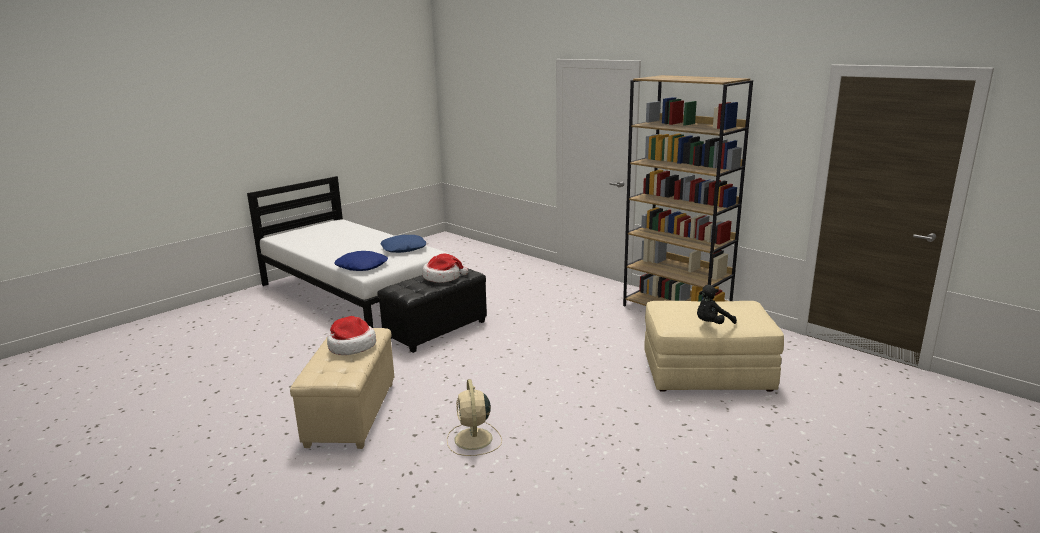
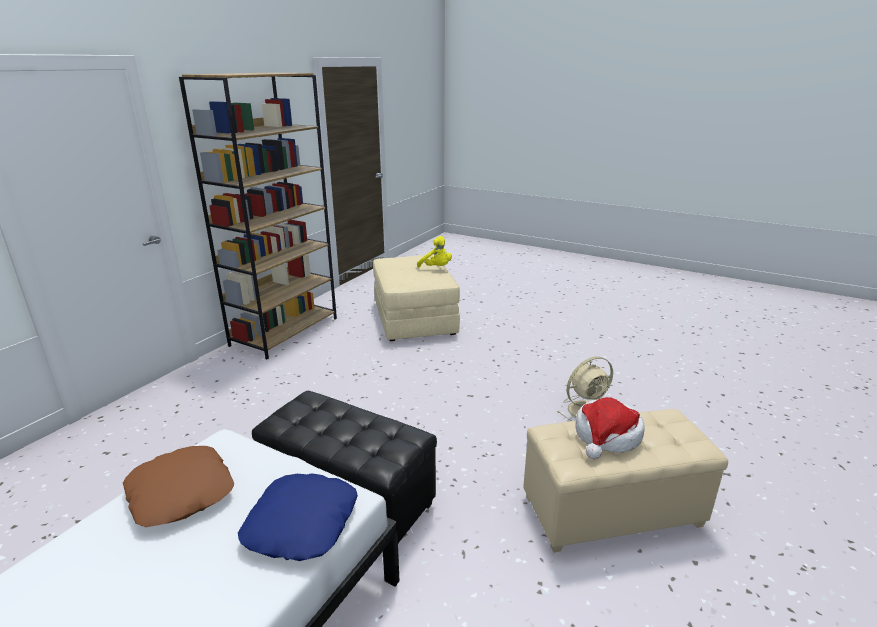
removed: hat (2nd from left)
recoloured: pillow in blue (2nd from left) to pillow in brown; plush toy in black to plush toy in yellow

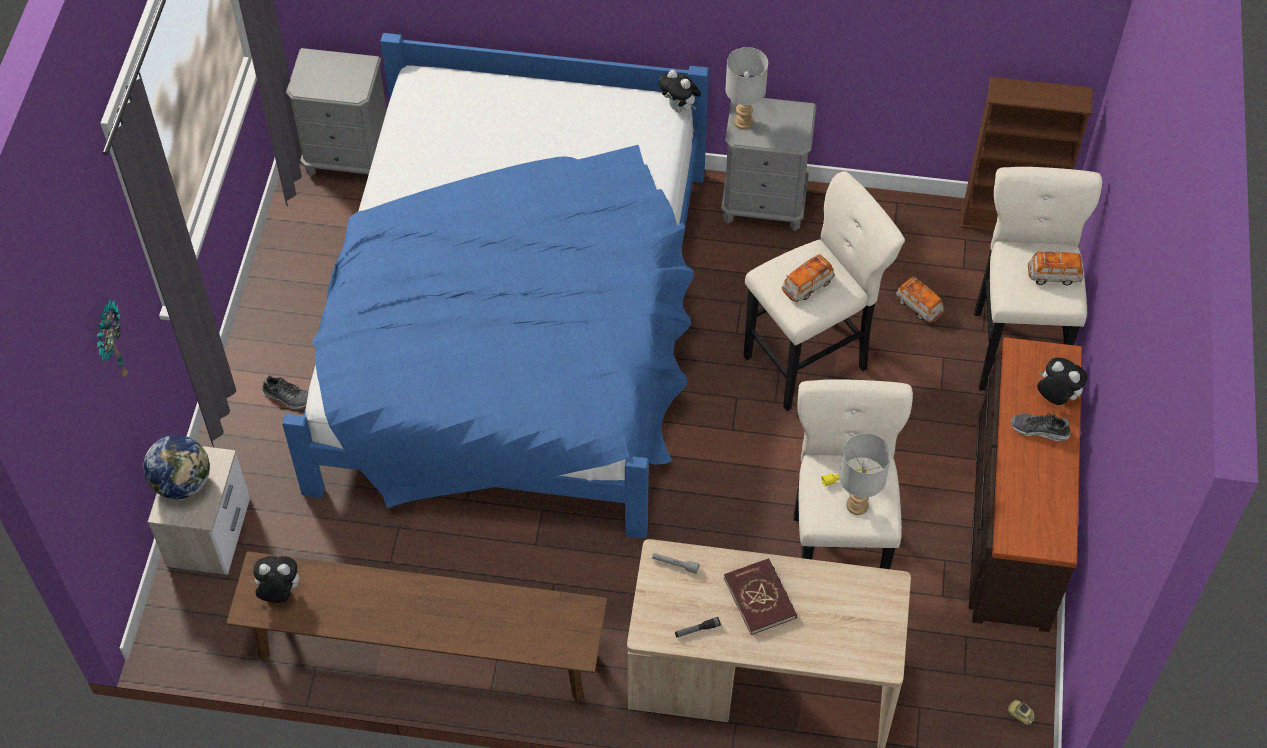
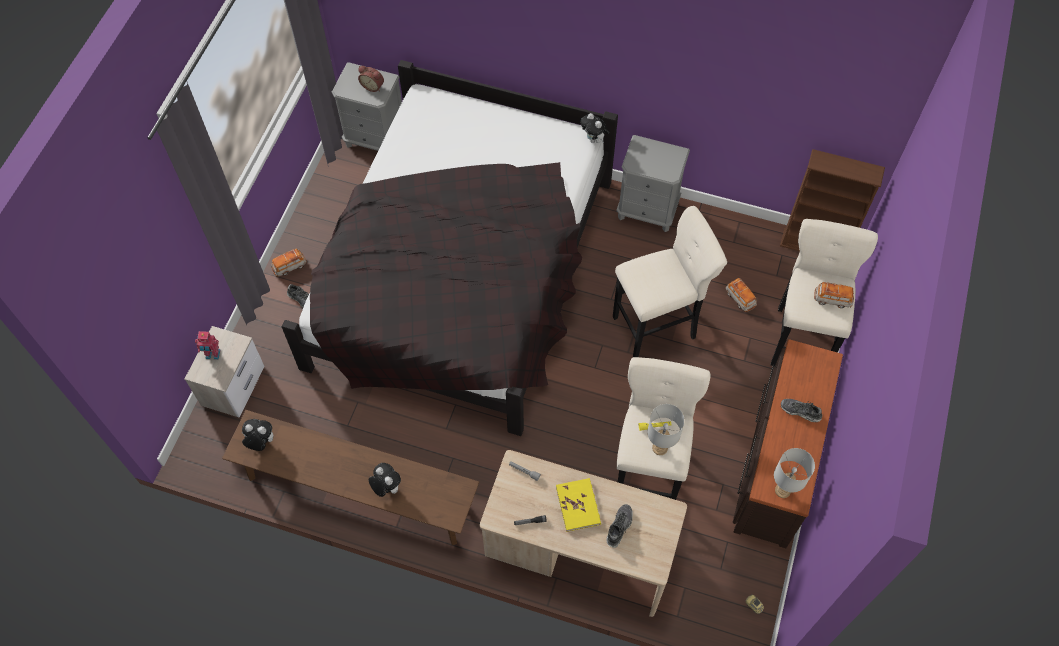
removed: wall clock
added: alarm clock; shoe (2nd from left)
moved: toy car (1st from left); plush toy (3rd from left in the first image) to plush toy (2nd from left); table lamp in grey (1st from left in the first image) to table lamp in grey (2nd from left)
replaced: globe to toy robot
recoloured: bed in blue to bed in black; book in red to book in yellow

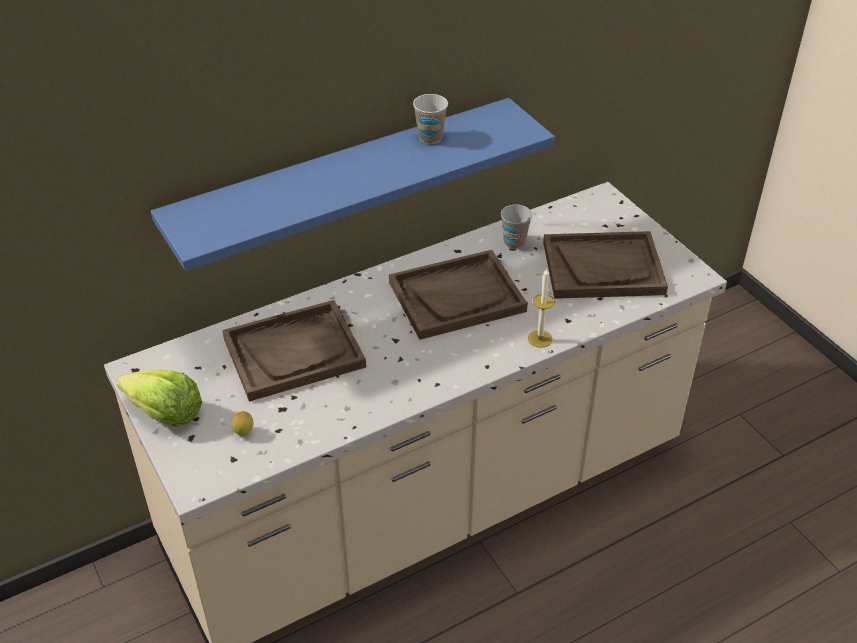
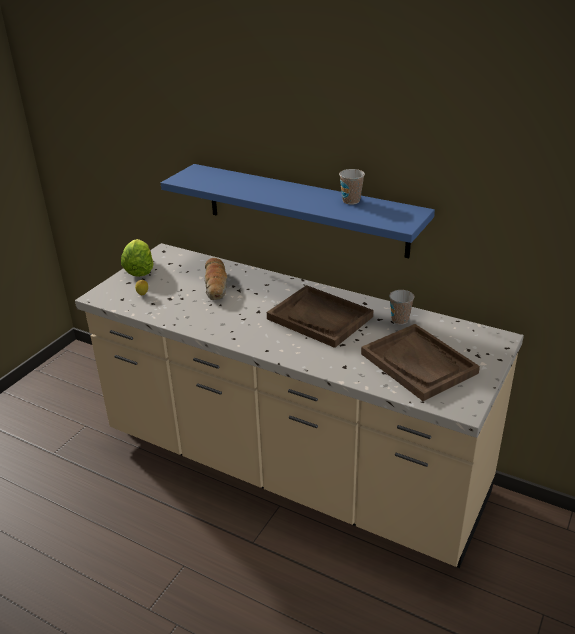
removed: candle
replaced: tray in brown (1st from left) to bread

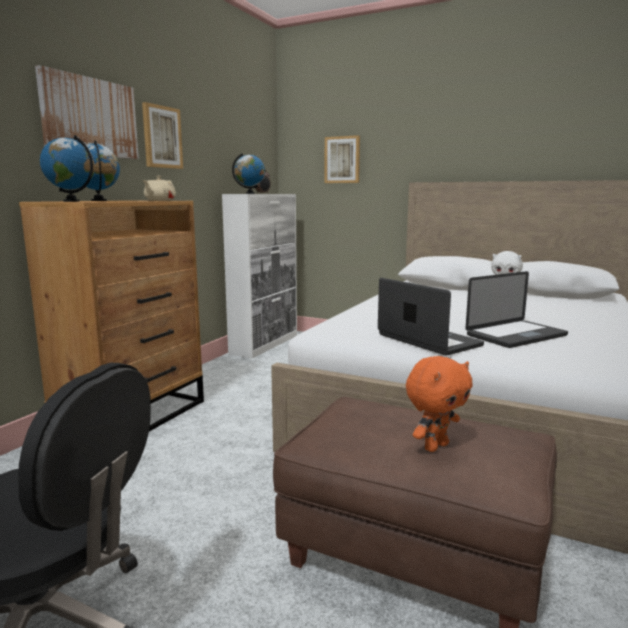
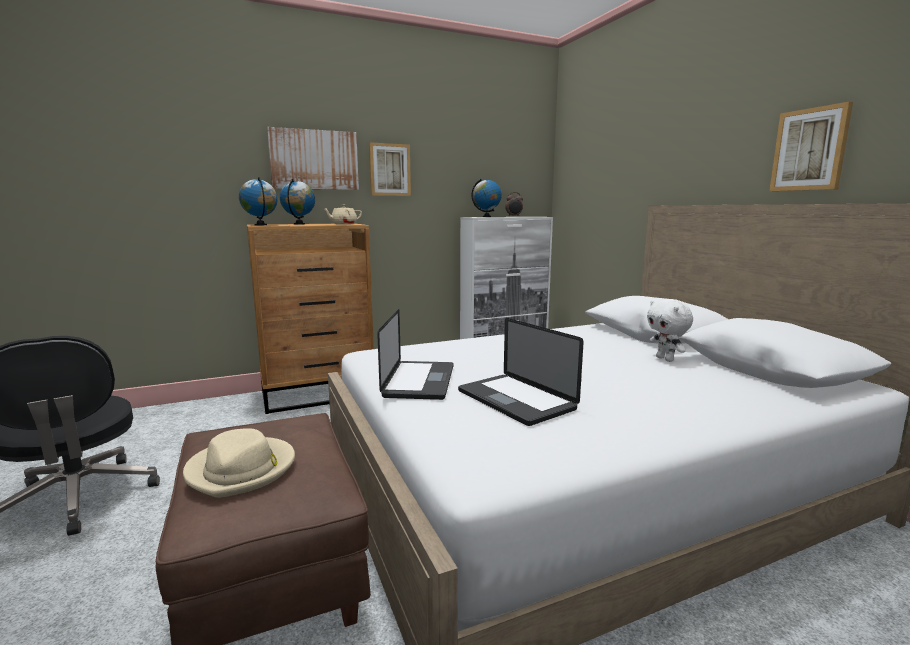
moved: picture (3rd from left)
replaced: plush toy in orange to hat in beige
turned: laptop (2nd from left) 45 degrees clockwise

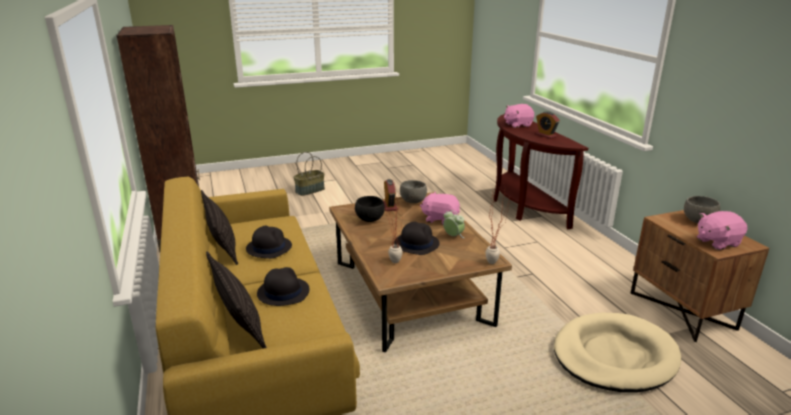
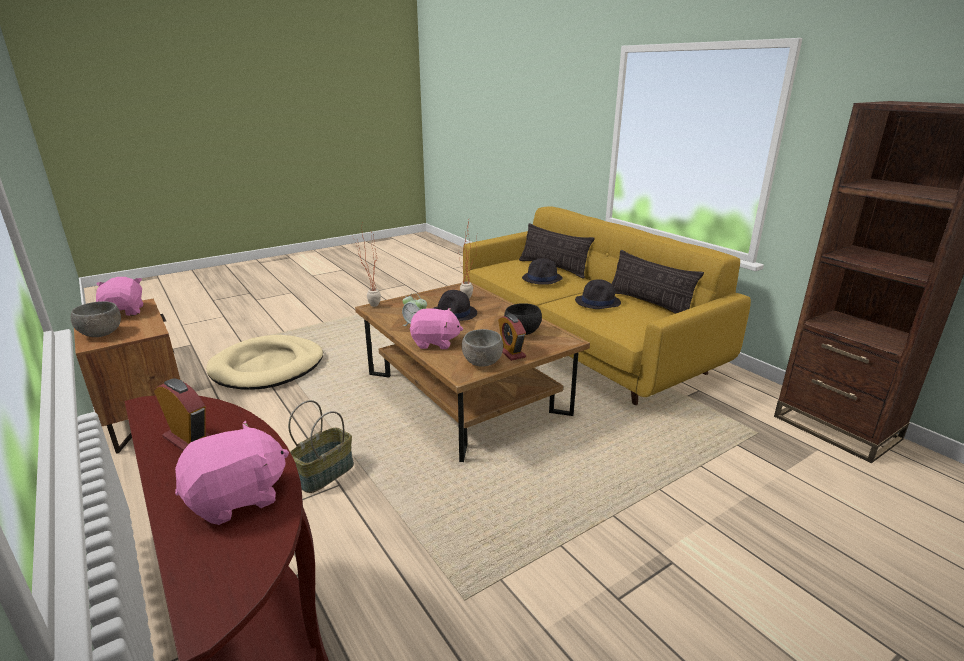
moved: basket
turned: plush toy in pink (3rd from left in the first image) 75 degrees counterclockwise

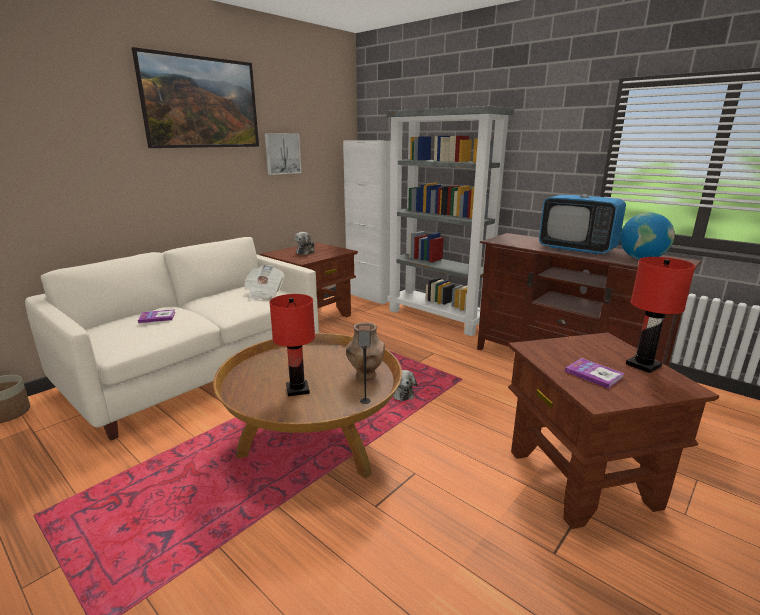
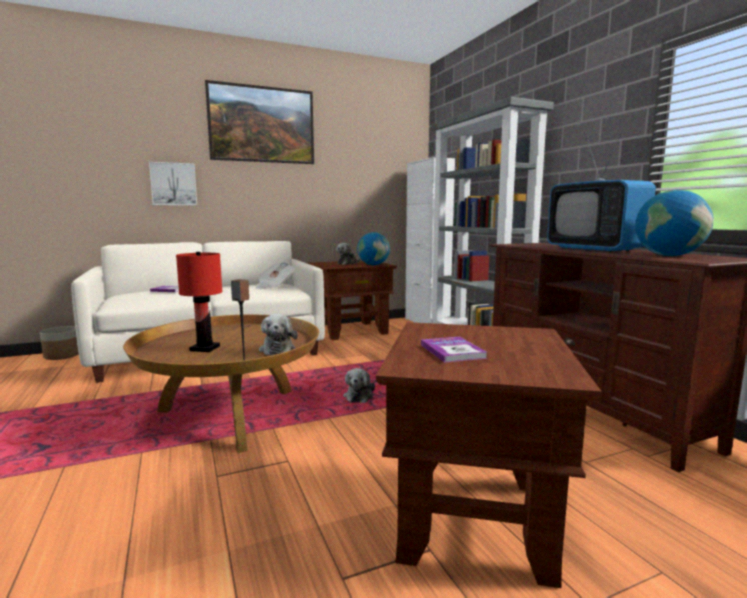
removed: table lamp in red (2nd from left)
added: globe (1st from left)
moved: picture (2nd from left in the first image) to picture (1st from left)
replaced: vase in brown to plush toy (1st from left)

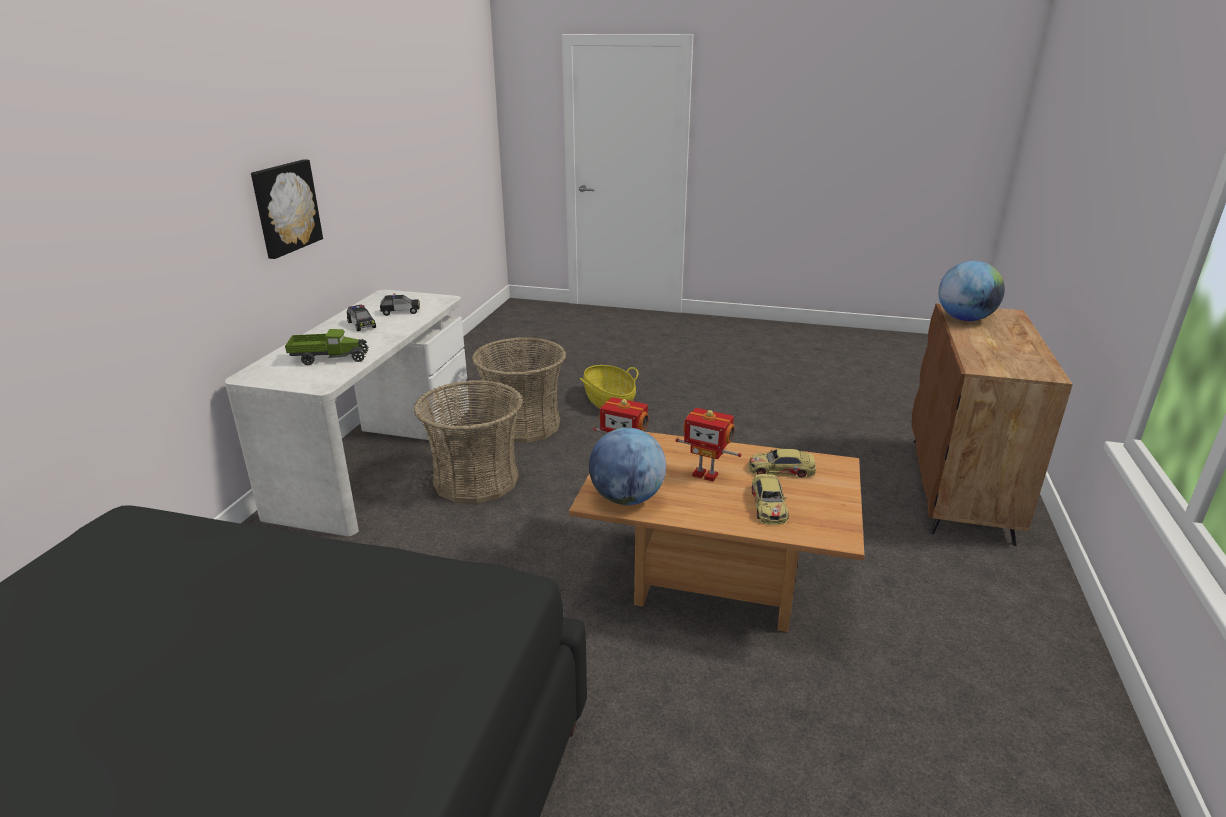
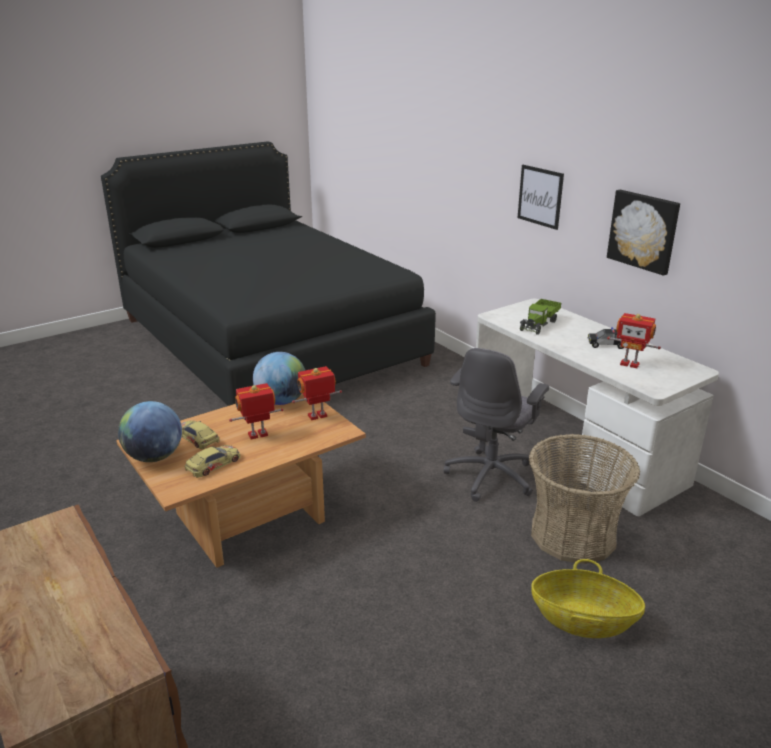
added: picture (1st from left)
moved: globe (2nd from left in the first image) to globe (1st from left)
replaced: basket (1st from left) to office chair in grey; toy car (2nd from left) to toy robot (3rd from left)

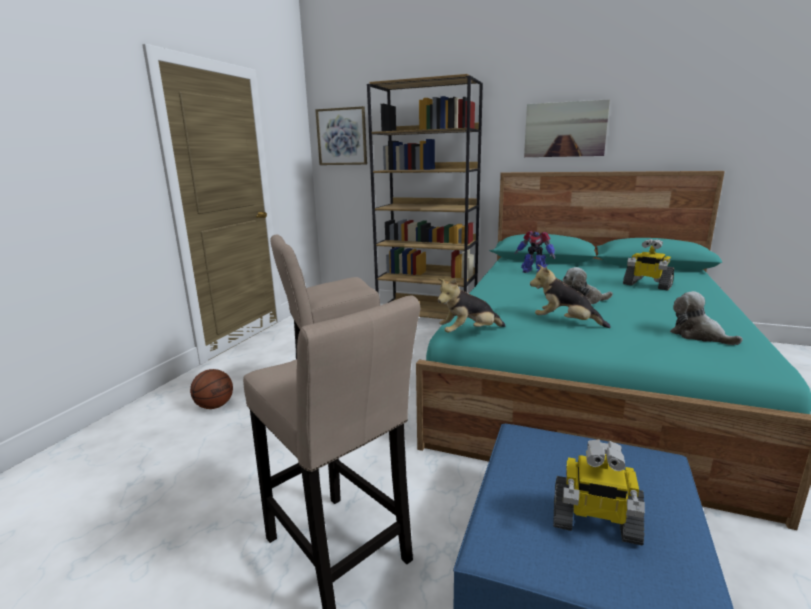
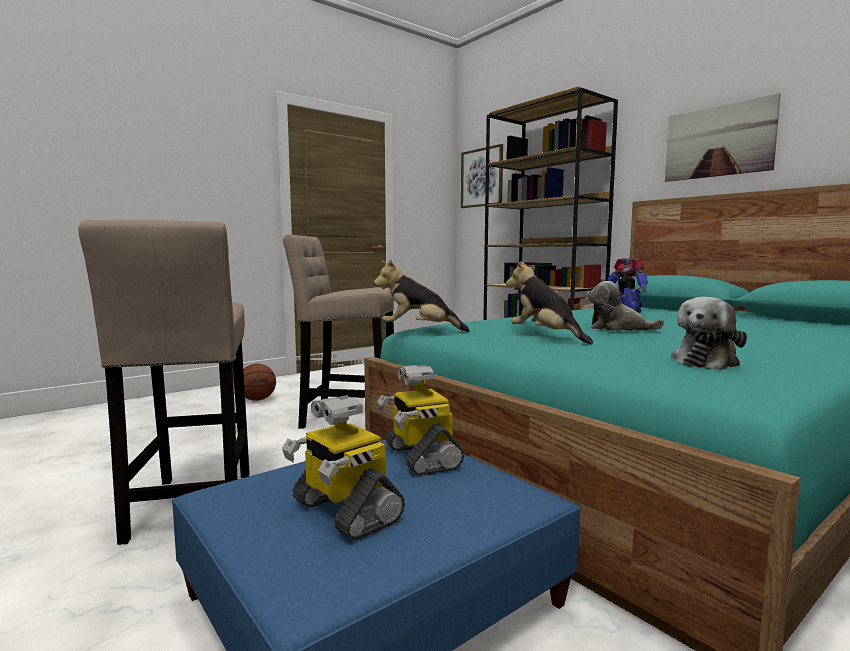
moved: toy robot (3rd from left in the first image) to toy robot (2nd from left)
turned: plush toy (4th from left) 135 degrees counterclockwise

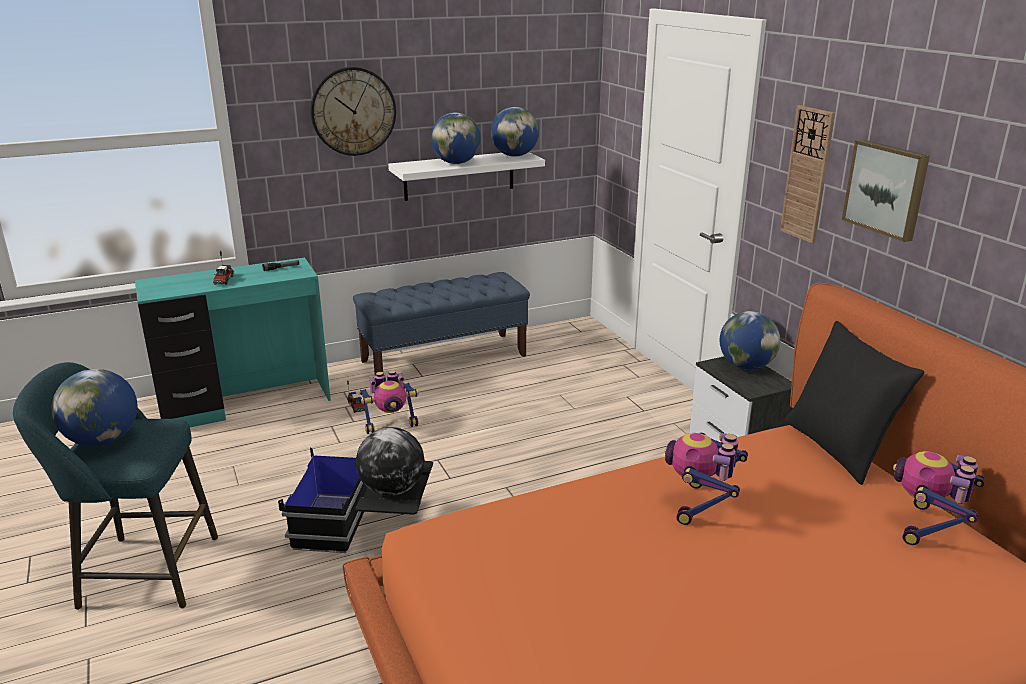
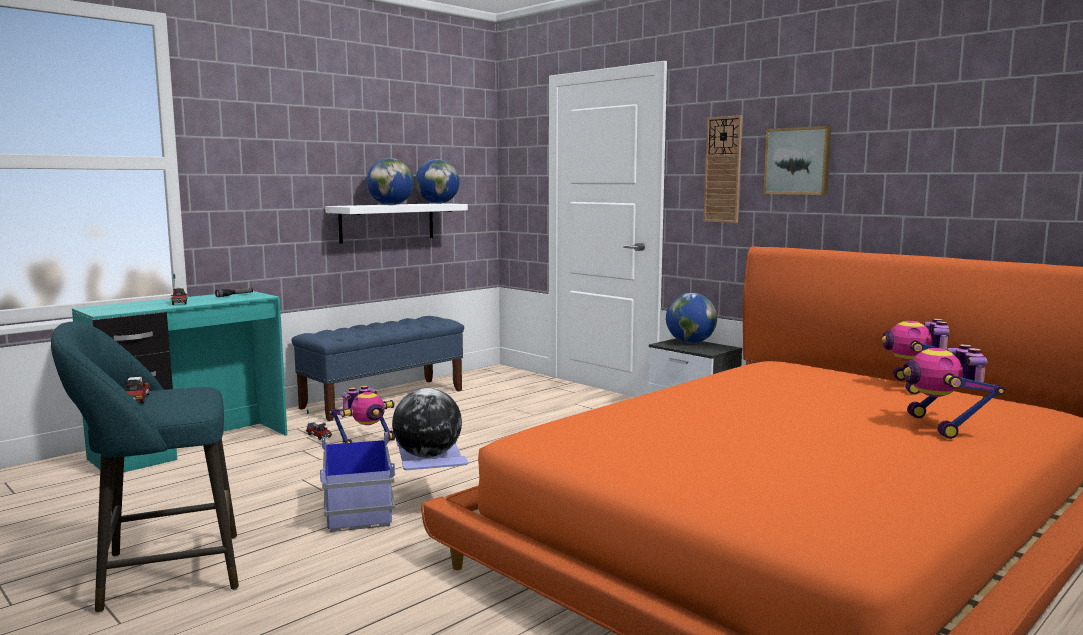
removed: wall clock (1st from left); pillow in black
moved: toy robot (2nd from left in the first image) to toy robot (3rd from left)
replaced: globe (1st from left) to toy truck (1st from left)
recoloured: storage box in black to storage box in blue

